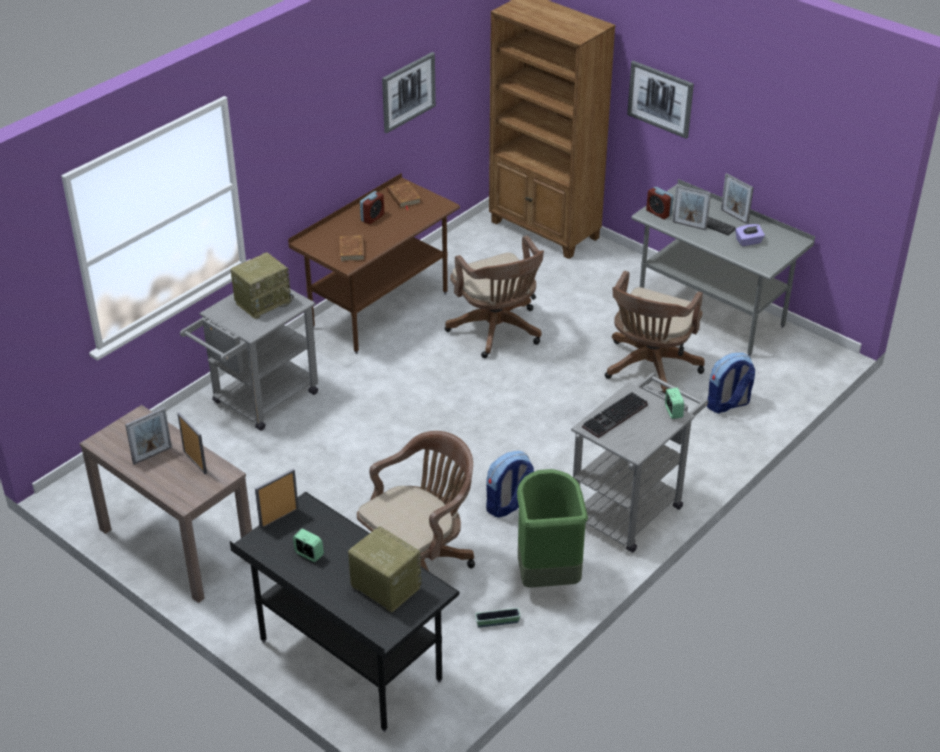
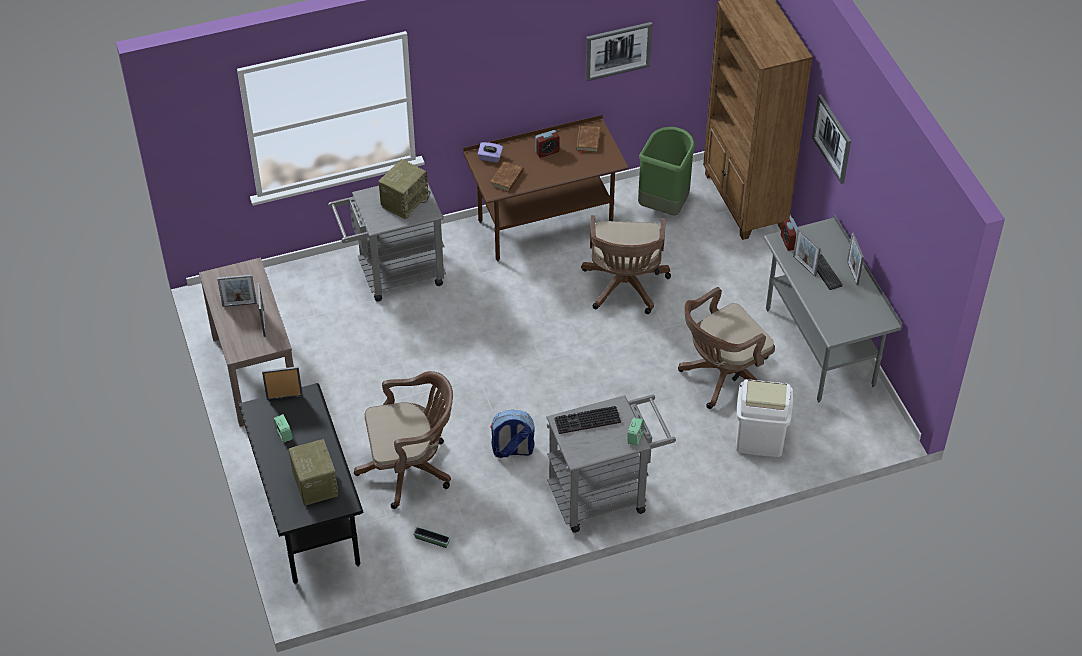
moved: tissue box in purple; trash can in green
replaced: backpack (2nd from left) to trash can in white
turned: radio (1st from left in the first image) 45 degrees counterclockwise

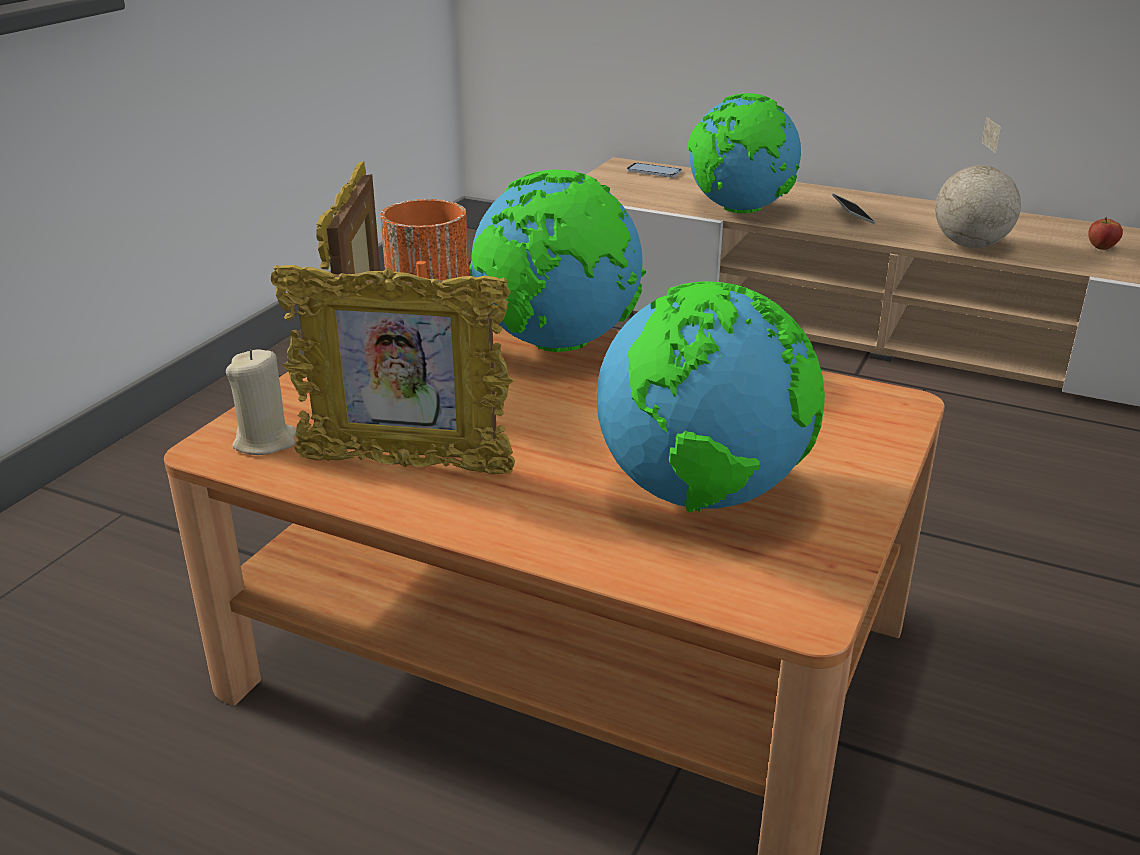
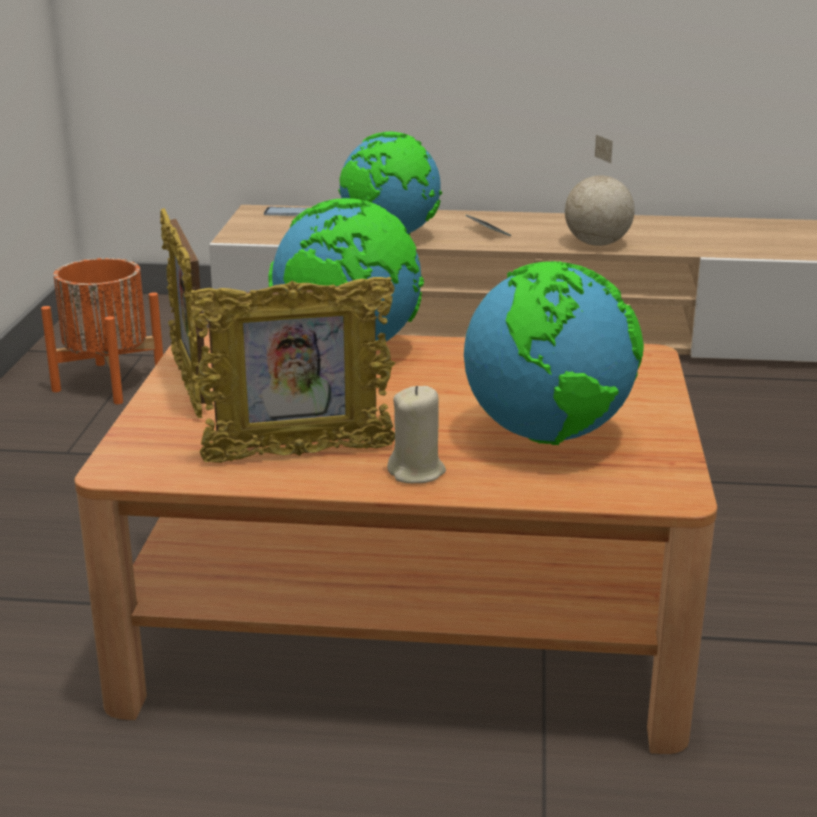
removed: apple
moved: candle in beige

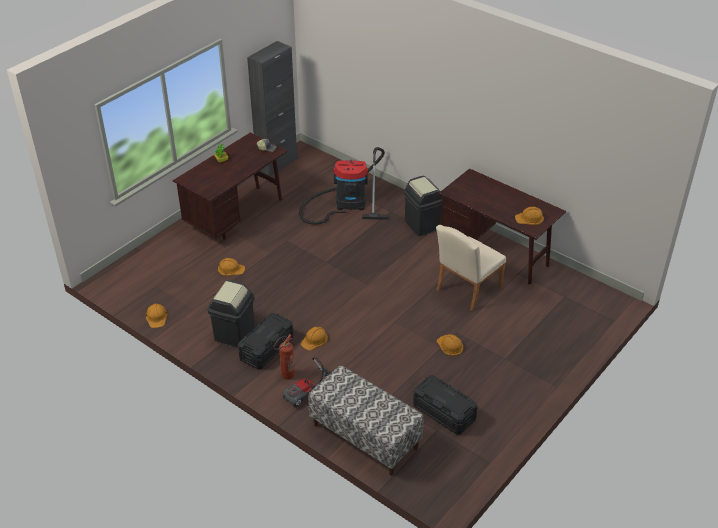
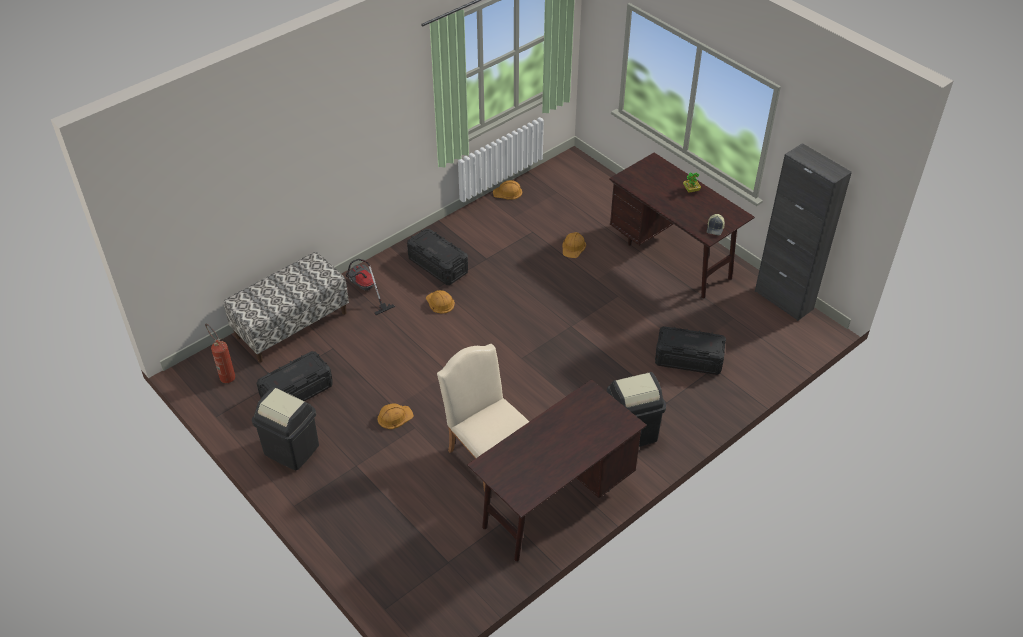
removed: hard hat in orange (5th from left)
moved: fire extinguisher; trash can in black (1st from left)
replaced: vacuum cleaner (2nd from left) to storage box in black (3rd from left)

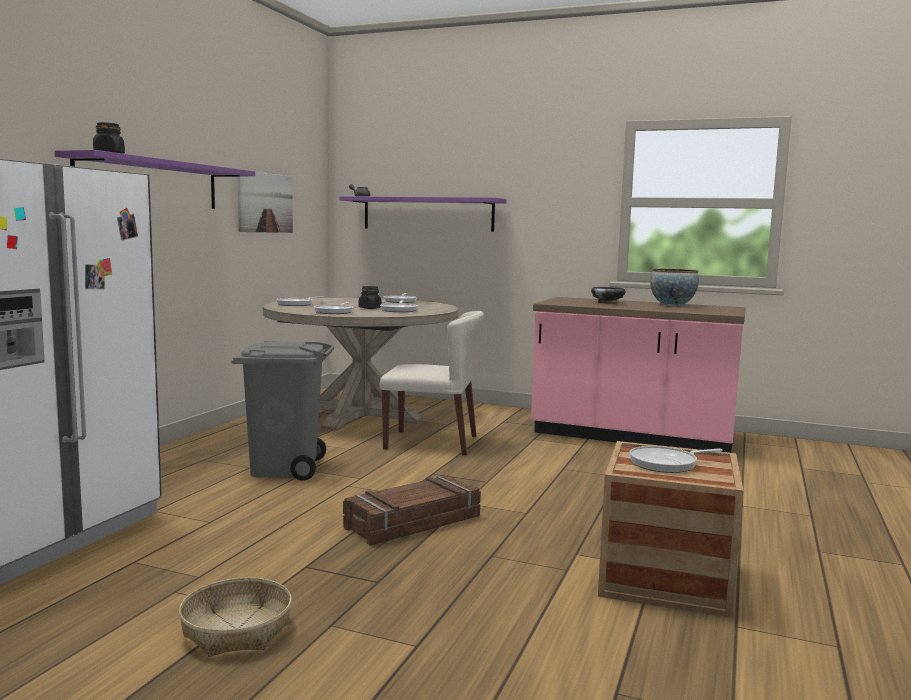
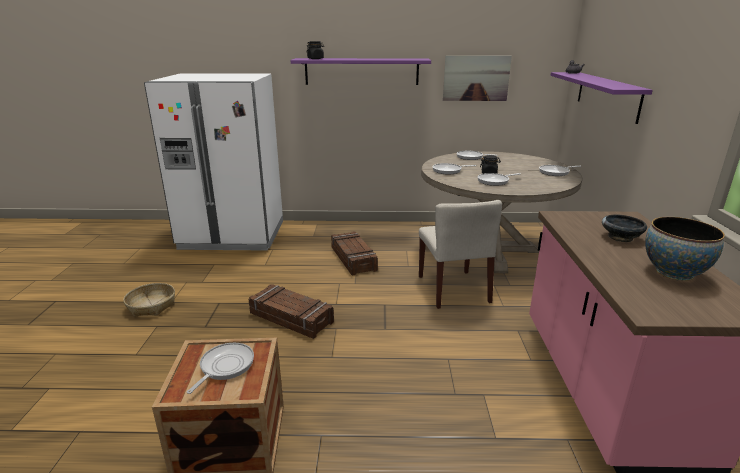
replaced: trash can in grey to crate (3rd from left)
turned: frying pan (5th from left in the first image) 60 degrees clockwise

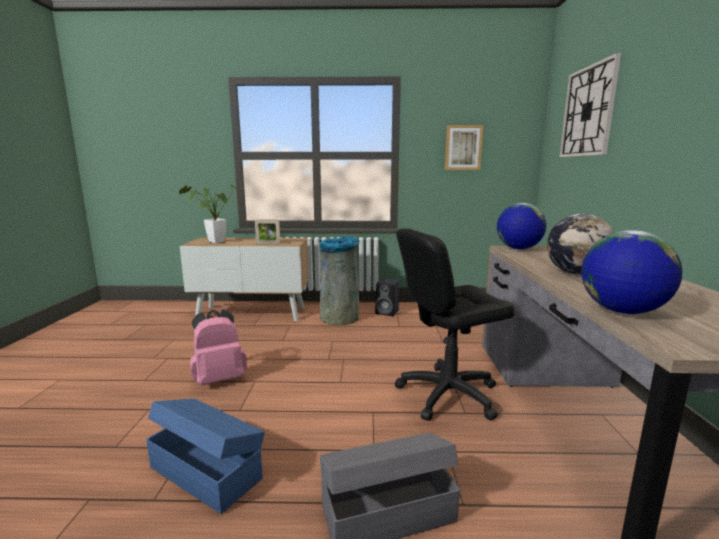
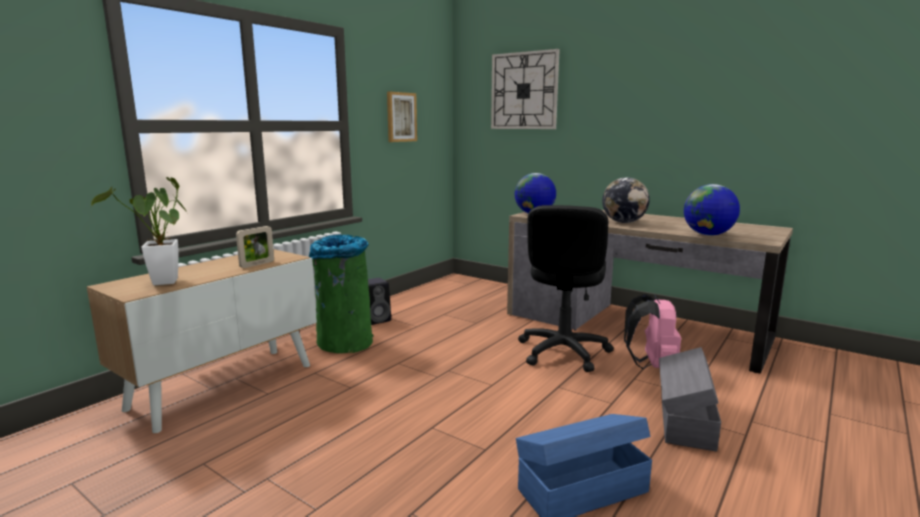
moved: backpack in pink
recoloured: trash can in grey to trash can in green

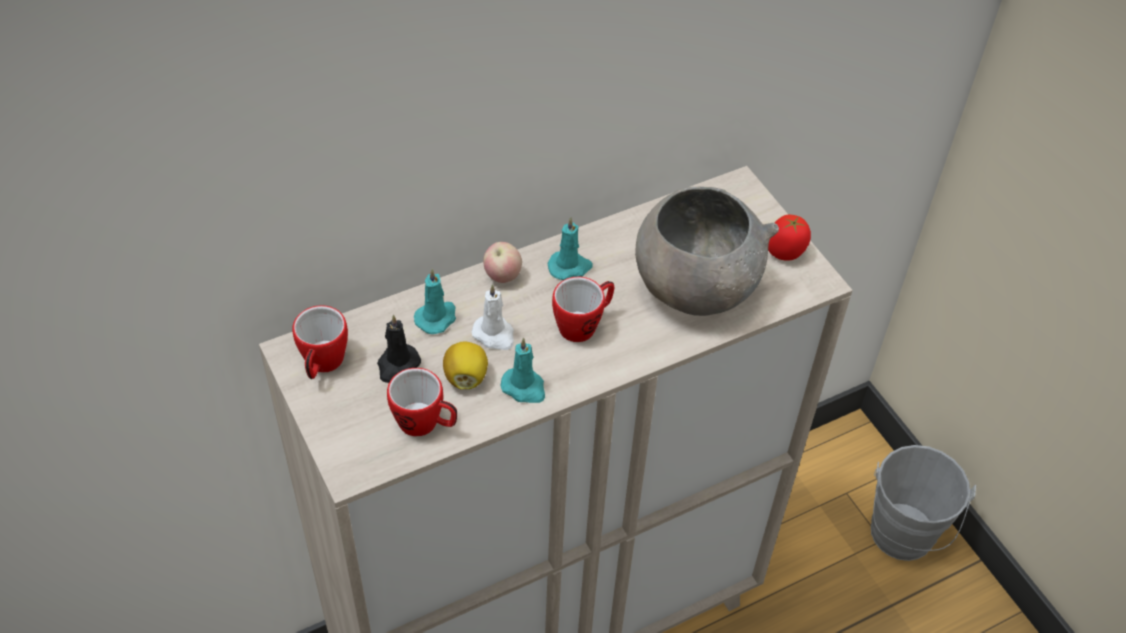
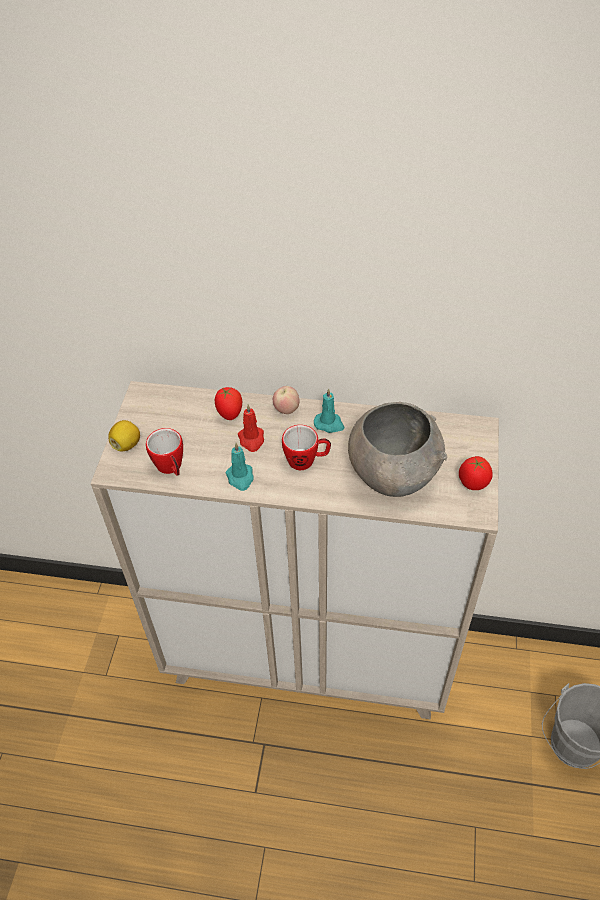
removed: mug (1st from left); candle in black
moved: lemon
replaced: candle in turquoise (1st from left) to tomato (1st from left)
recoloured: candle in white to candle in red

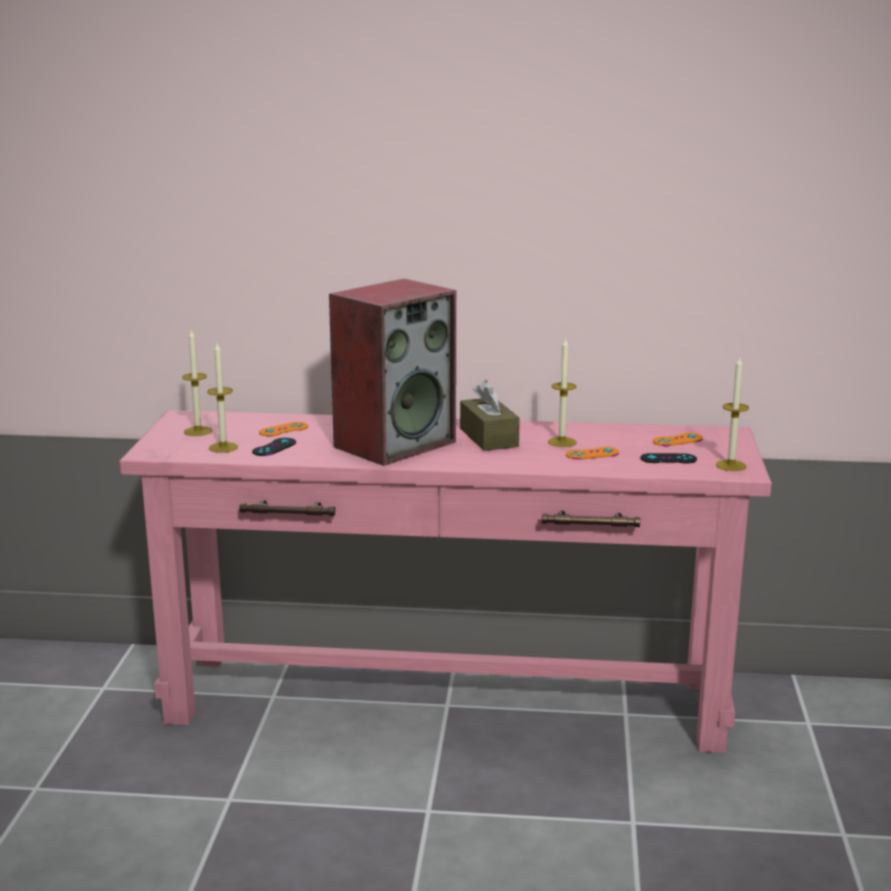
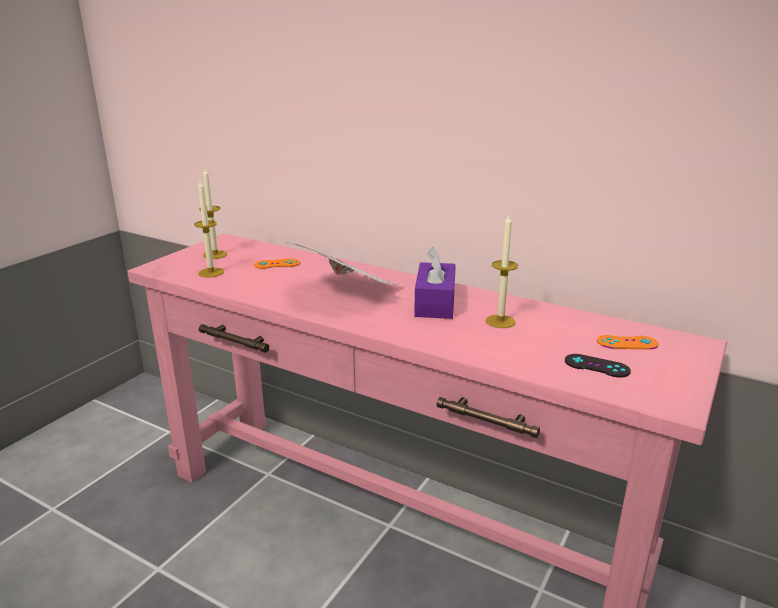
removed: game controller in black (1st from left); game controller in orange (2nd from left); candle (4th from left)
replaced: speaker to newspaper
recoloured: tissue box in brown to tissue box in purple

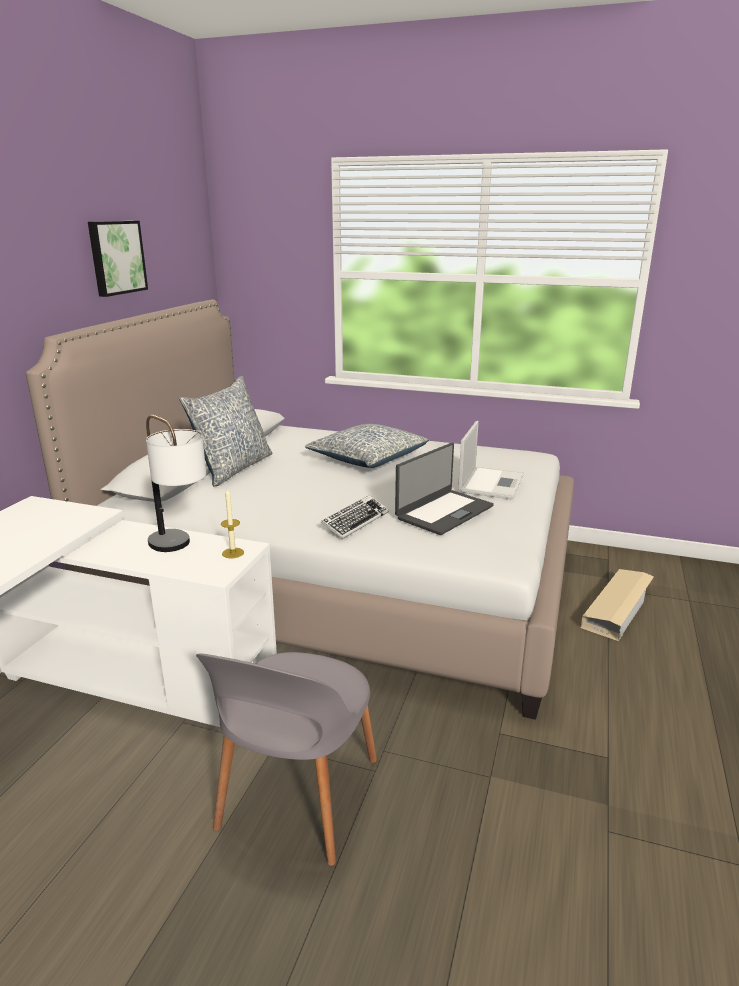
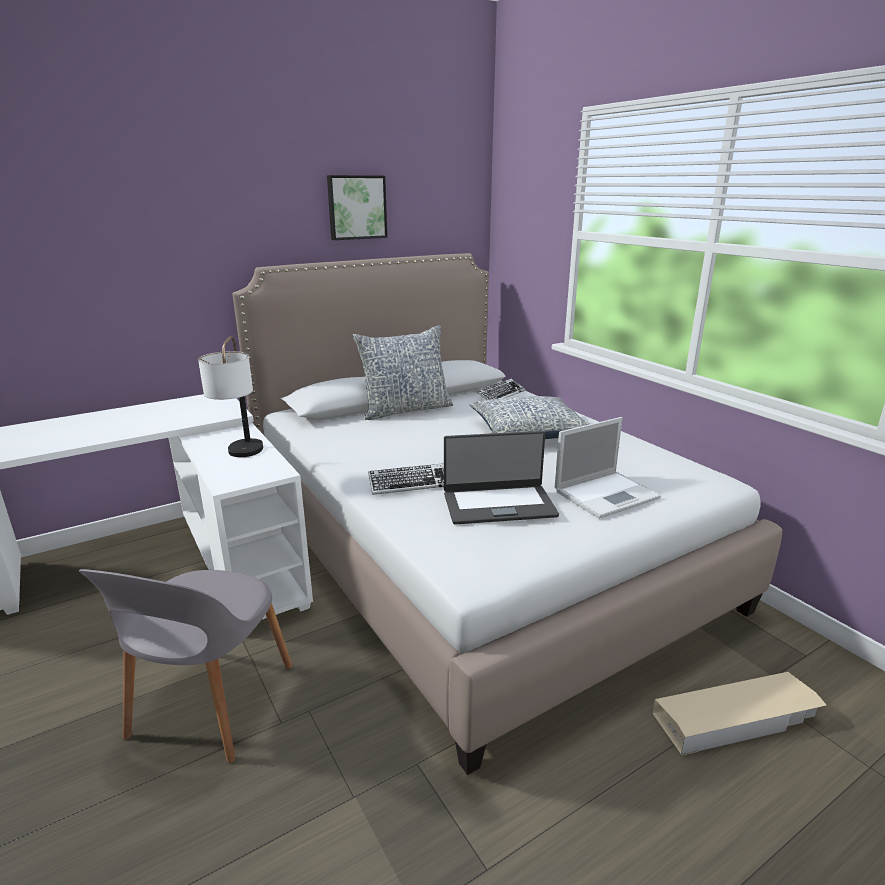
removed: candle
added: keyboard (2nd from left)
turned: chair in grey 45 degrees counterclockwise

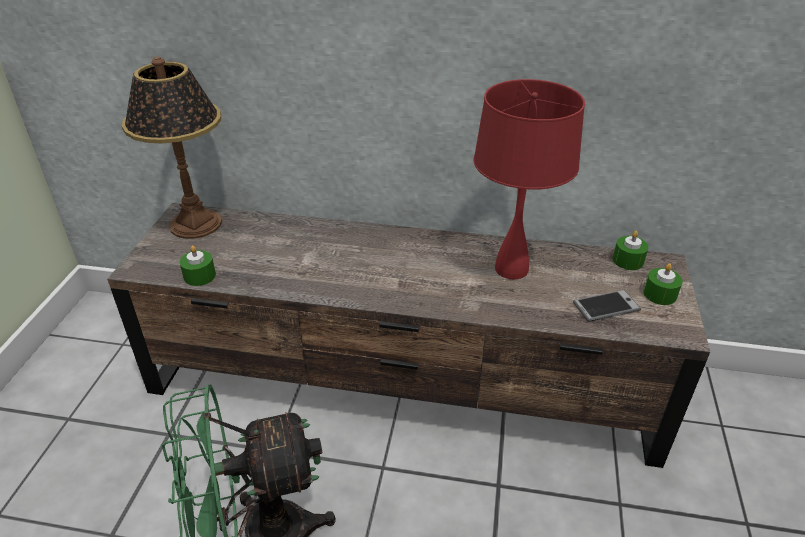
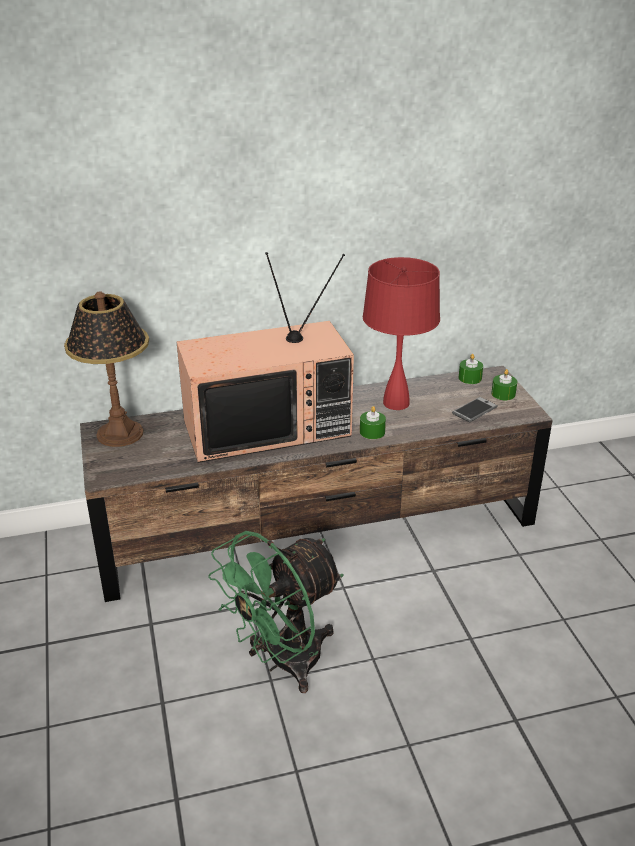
added: television
moved: candle in green (1st from left)

